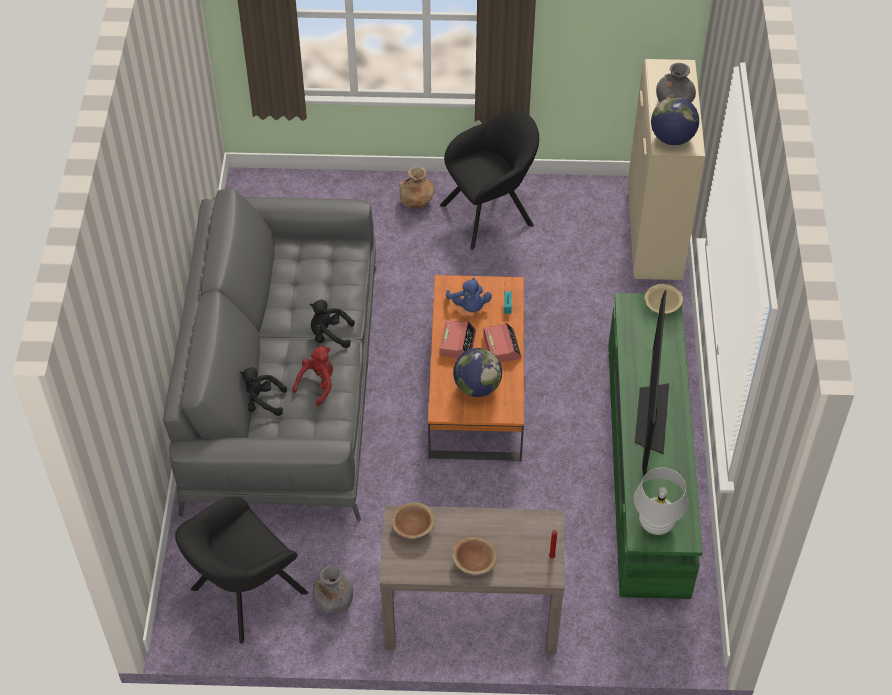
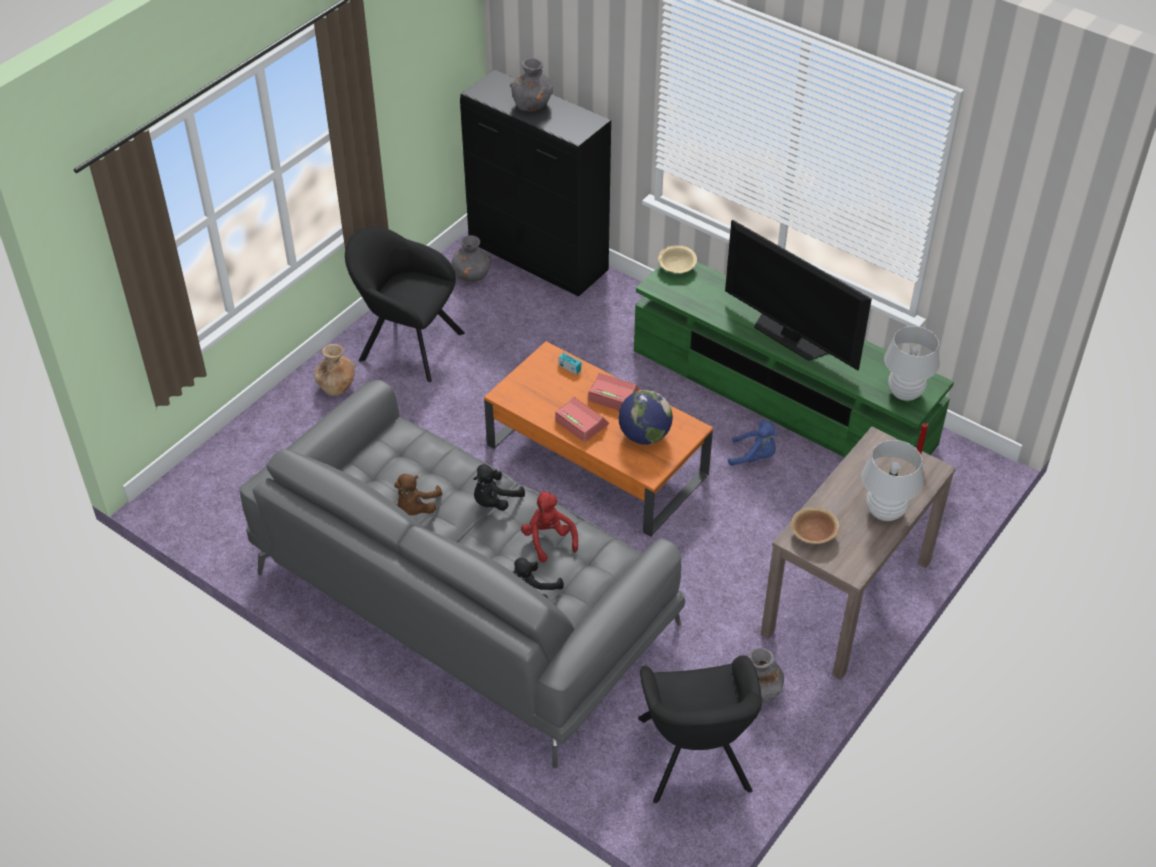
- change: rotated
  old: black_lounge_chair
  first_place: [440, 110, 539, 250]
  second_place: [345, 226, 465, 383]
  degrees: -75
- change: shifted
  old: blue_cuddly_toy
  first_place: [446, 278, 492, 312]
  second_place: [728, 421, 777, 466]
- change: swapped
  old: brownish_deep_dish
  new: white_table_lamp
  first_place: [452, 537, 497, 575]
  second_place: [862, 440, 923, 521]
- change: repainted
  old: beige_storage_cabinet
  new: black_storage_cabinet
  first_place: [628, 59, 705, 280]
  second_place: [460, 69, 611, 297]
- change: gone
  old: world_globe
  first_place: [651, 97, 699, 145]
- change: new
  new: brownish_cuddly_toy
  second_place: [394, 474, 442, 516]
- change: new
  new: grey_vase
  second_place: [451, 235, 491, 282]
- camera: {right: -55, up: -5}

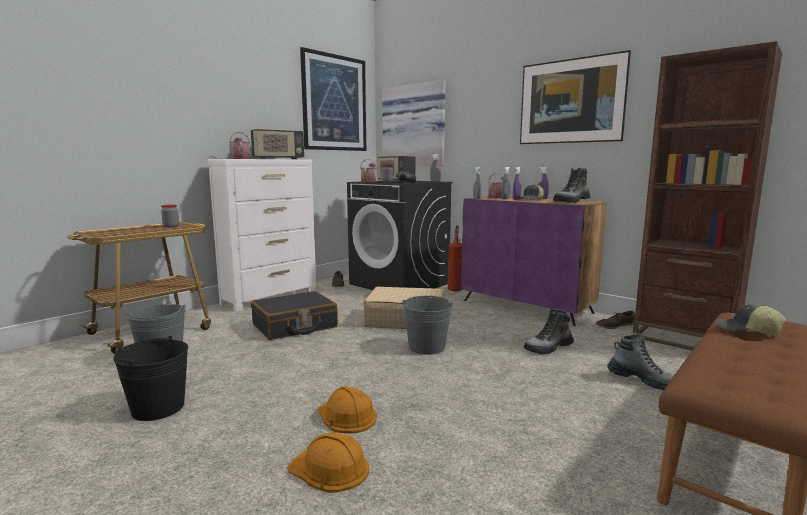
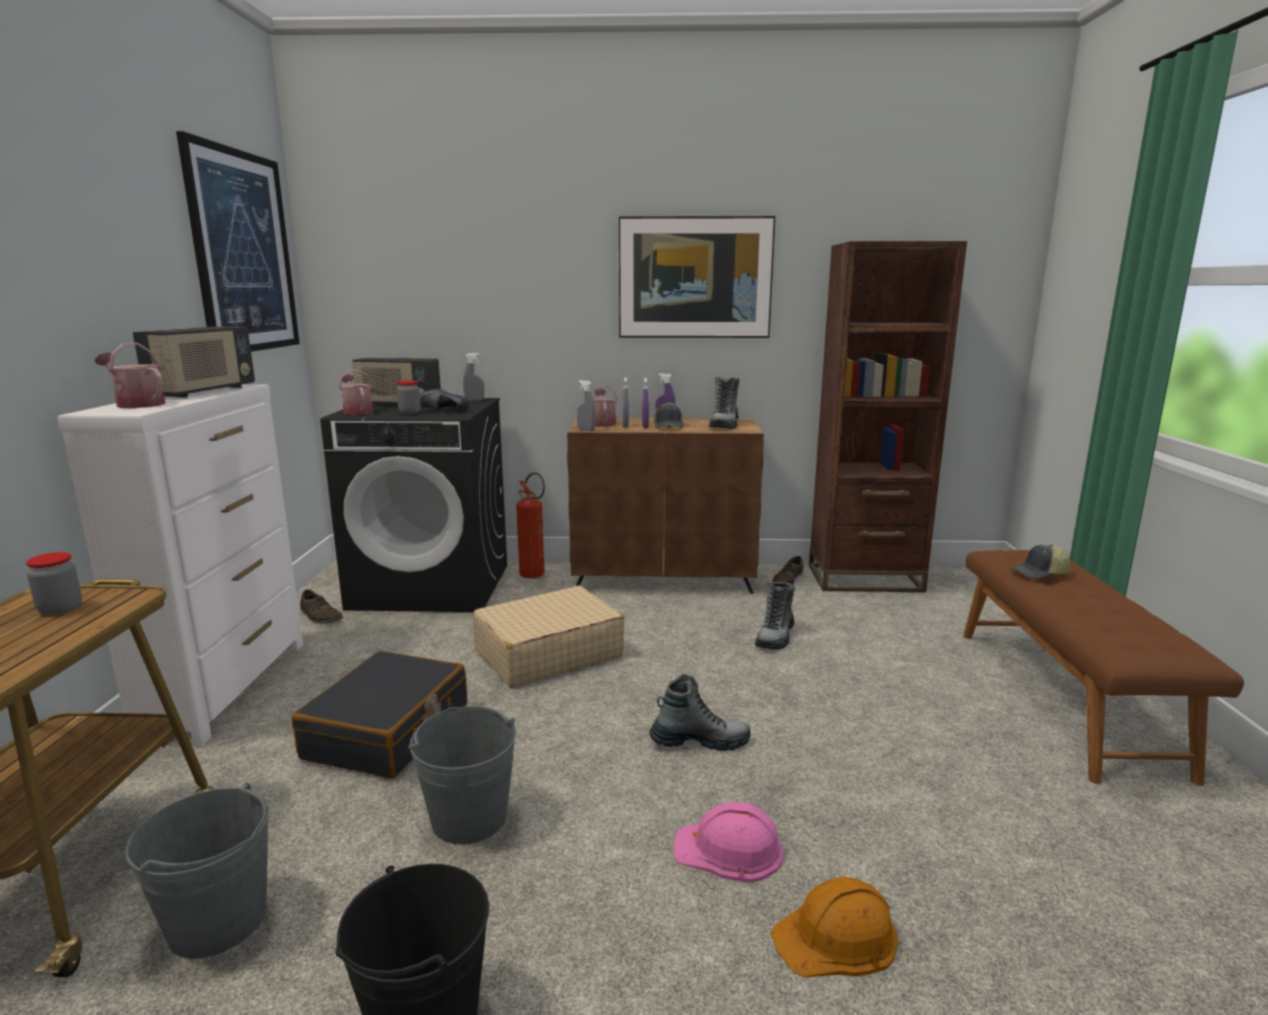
- change: repainted
  old: orange-coloured_safety_helmet
  new: pink-coloured_safety_helmet
  first_place: [317, 386, 377, 434]
  second_place: [673, 802, 784, 883]
- change: gone
  old: picture
  first_place: [382, 80, 445, 165]
- change: shifted
  old: grey_pail
  first_place: [402, 296, 453, 355]
  second_place: [408, 706, 516, 844]
- change: repainted
  old: purplish_storage_cabinet
  new: brownish_storage_cabinet
  first_place: [461, 196, 607, 326]
  second_place: [567, 418, 764, 594]
- change: shifted
  old: high-top_boot
  first_place: [607, 333, 674, 390]
  second_place: [649, 674, 751, 751]
- camera: {right: -40, up: 5}

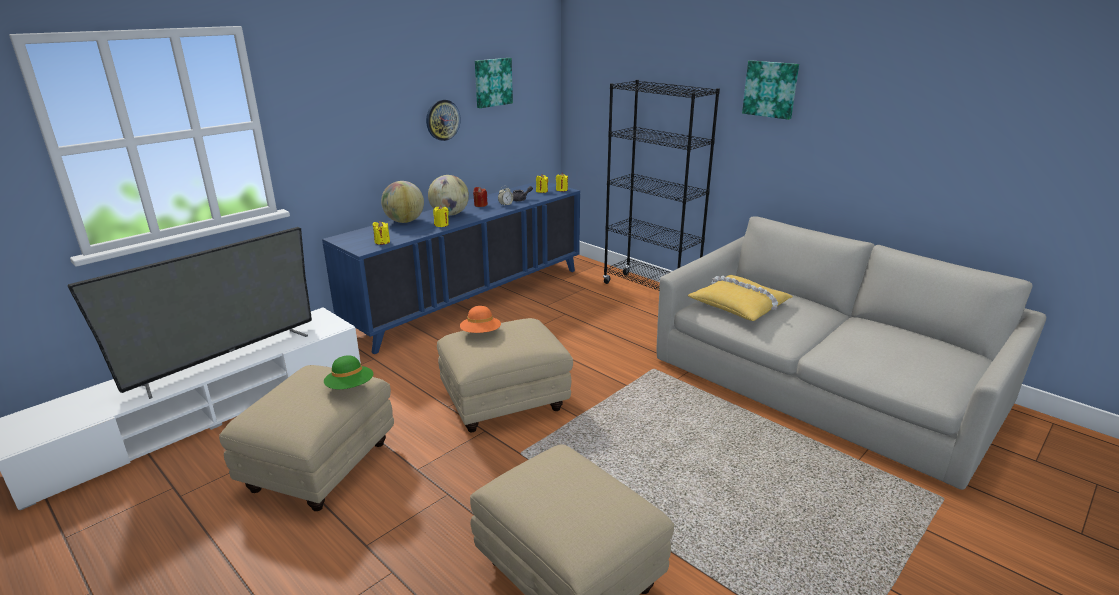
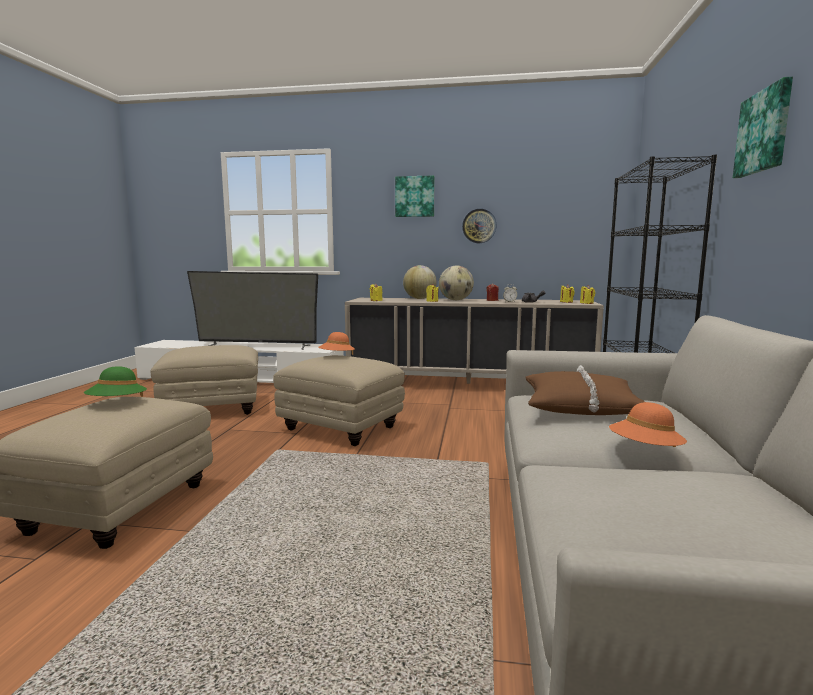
- change: repainted
  old: blue_storage_cabinet
  new: beige_storage_cabinet
  first_place: [322, 182, 580, 354]
  second_place: [345, 298, 604, 384]
- change: shifted
  old: green-coloured_wearable_hat
  first_place: [324, 355, 373, 389]
  second_place: [84, 366, 147, 397]
- change: shifted
  old: picture
  first_place: [475, 58, 513, 108]
  second_place: [395, 175, 434, 217]
- change: repainted
  old: yellowish_throw_pillow
  new: brownish_throw_pillow
  first_place: [688, 275, 793, 321]
  second_place: [525, 365, 645, 415]
- change: new
  new: orange-coloured_wearable_hat
  second_place: [609, 402, 687, 447]
- camera: {right: 55, up: -15}

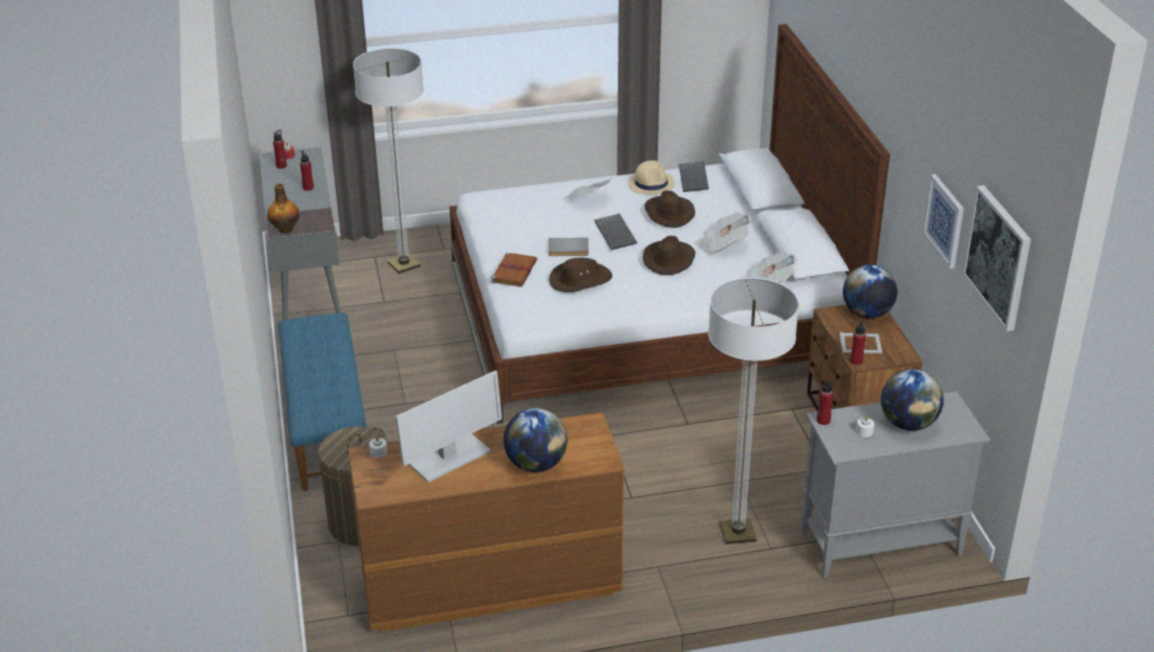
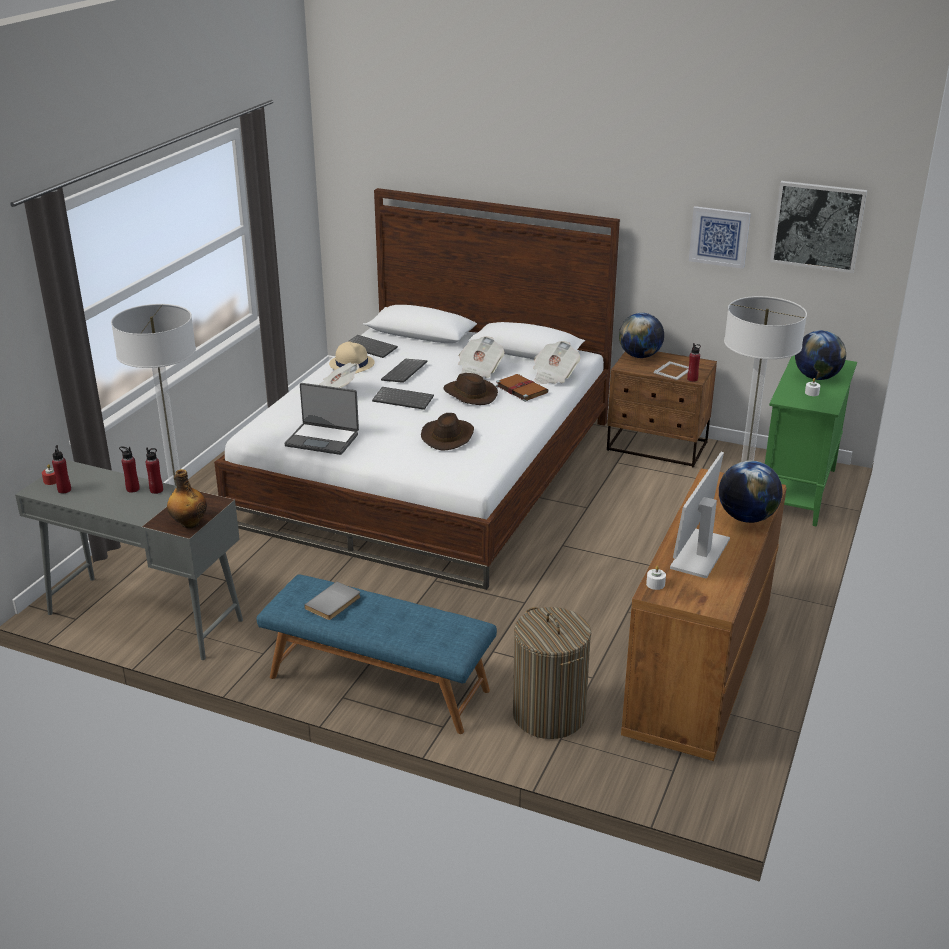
- change: rotated
  old: computer_screen
  first_place: [395, 370, 502, 483]
  second_place: [670, 452, 730, 579]
  degrees: -150
- change: shifted
  old: brownish_bound_book
  first_place: [491, 252, 537, 287]
  second_place: [496, 374, 549, 402]
- change: shifted
  old: grey_bound_book
  first_place: [548, 238, 588, 256]
  second_place: [304, 582, 360, 620]
- change: swapped
  old: brownish_wearable_hat
  new: keyboard
  first_place: [644, 191, 695, 228]
  second_place: [381, 359, 428, 383]
- change: repainted
  old: grey_storage_cabinet
  new: green-coloured_storage_cabinet
  first_place: [801, 391, 990, 578]
  second_place: [765, 355, 857, 527]
- change: shifted
  old: red_bottle
  first_place: [817, 378, 833, 425]
  second_place: [145, 448, 163, 494]
- change: new
  new: portable_computer
  second_place: [284, 383, 359, 455]
- camera: {right: -55, up: -5}

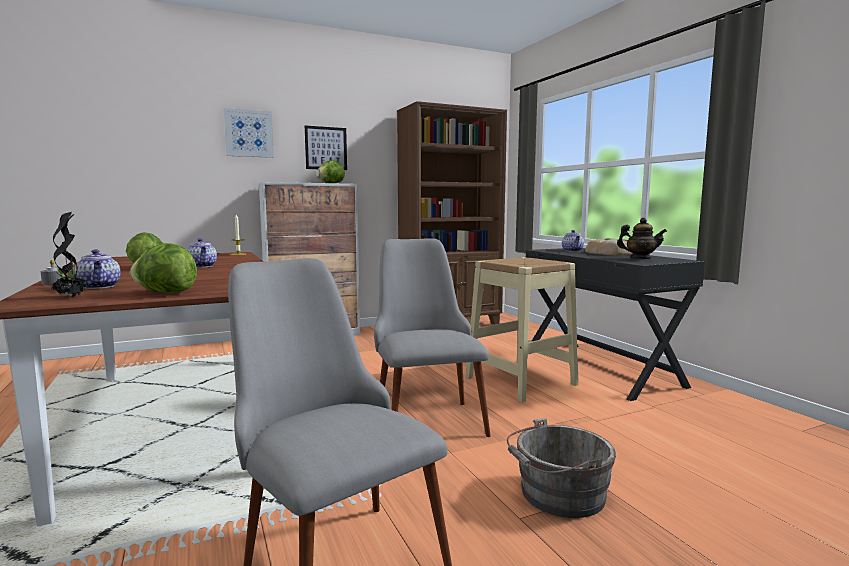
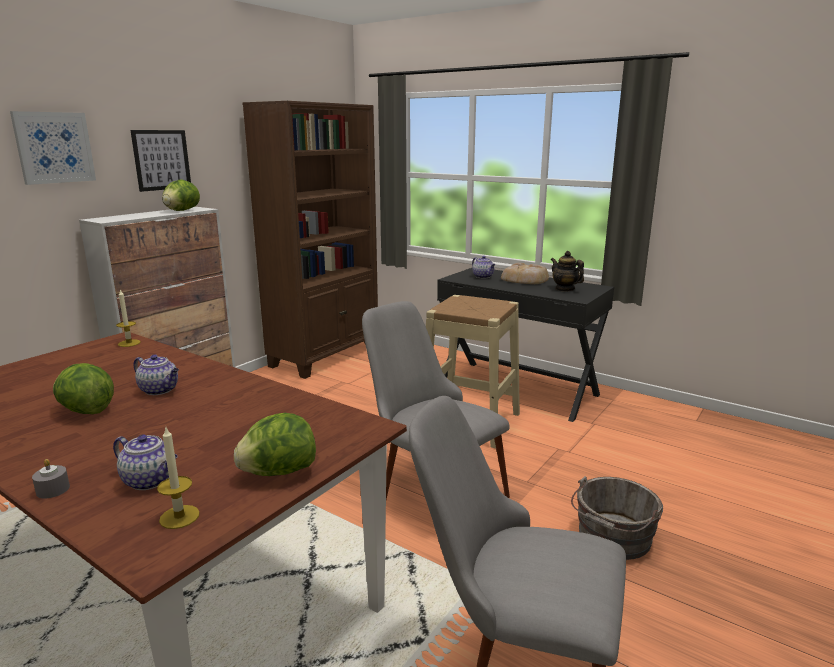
- change: swapped
  old: potted_plant
  new: wax_candle
  first_place: [52, 212, 86, 297]
  second_place: [157, 427, 200, 529]
- change: rotated
  old: pot_for_tea
  first_place: [617, 218, 667, 259]
  second_place: [551, 251, 584, 291]
  degrees: -120
- camera: {right: -30, up: 10}

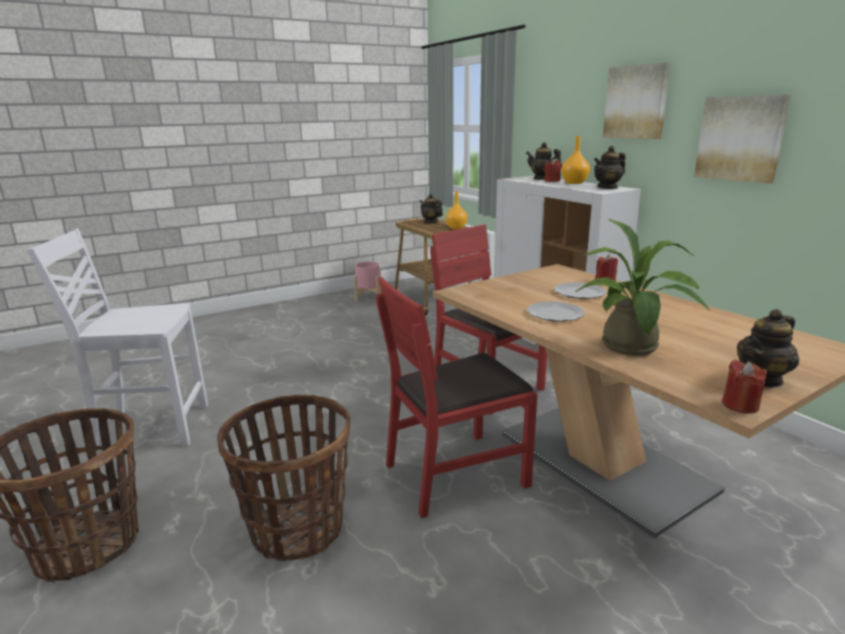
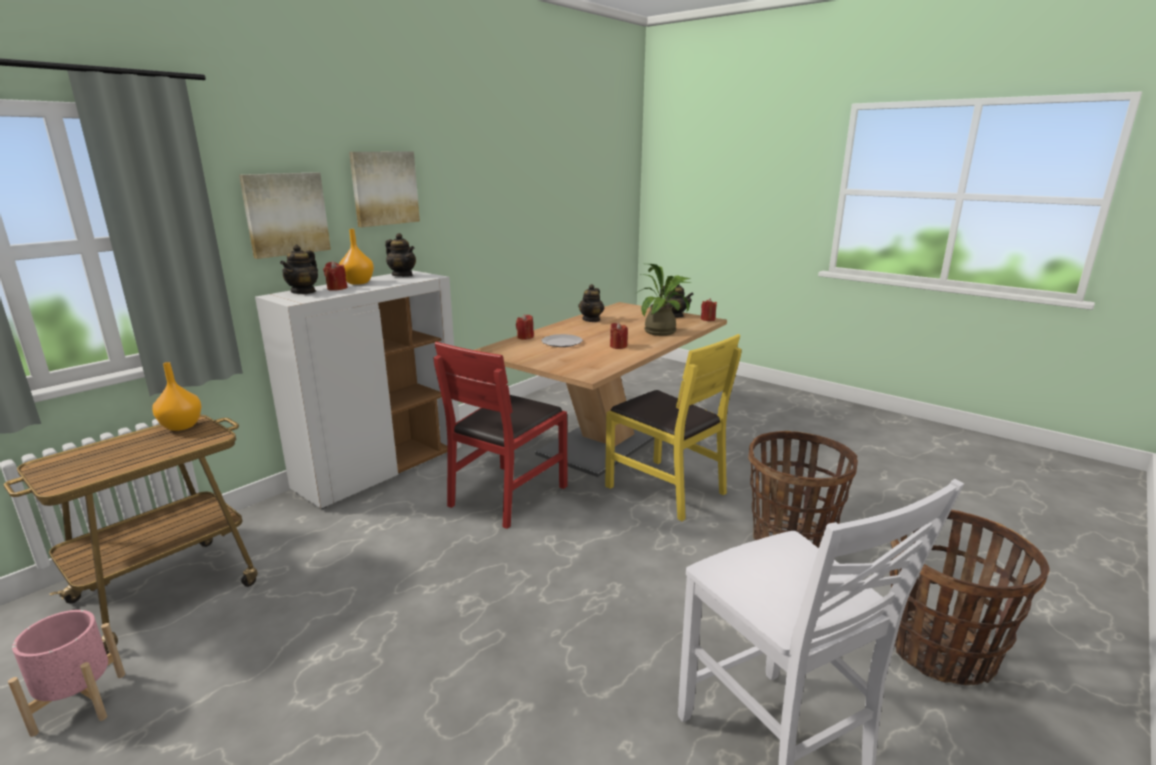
- change: repainted
  old: red_chair
  new: yellowish_chair
  first_place: [376, 277, 537, 518]
  second_place: [605, 334, 742, 521]
- change: shifted
  old: pot_for_tea
  first_place: [419, 194, 443, 223]
  second_place: [578, 284, 604, 322]
- change: swapped
  old: dinner_plate
  new: red_wax_candle
  first_place: [527, 301, 585, 322]
  second_place: [610, 323, 628, 349]
- change: shifted
  old: picture
  first_place: [694, 94, 791, 184]
  second_place: [239, 172, 331, 259]
- camera: {right: -110, up: 0}

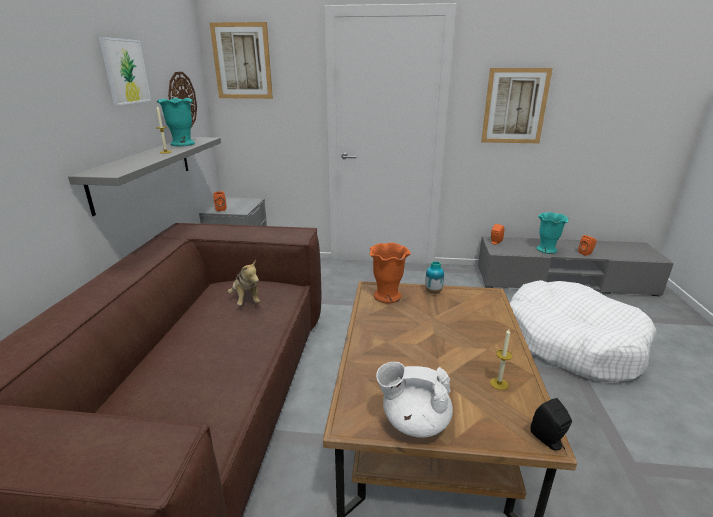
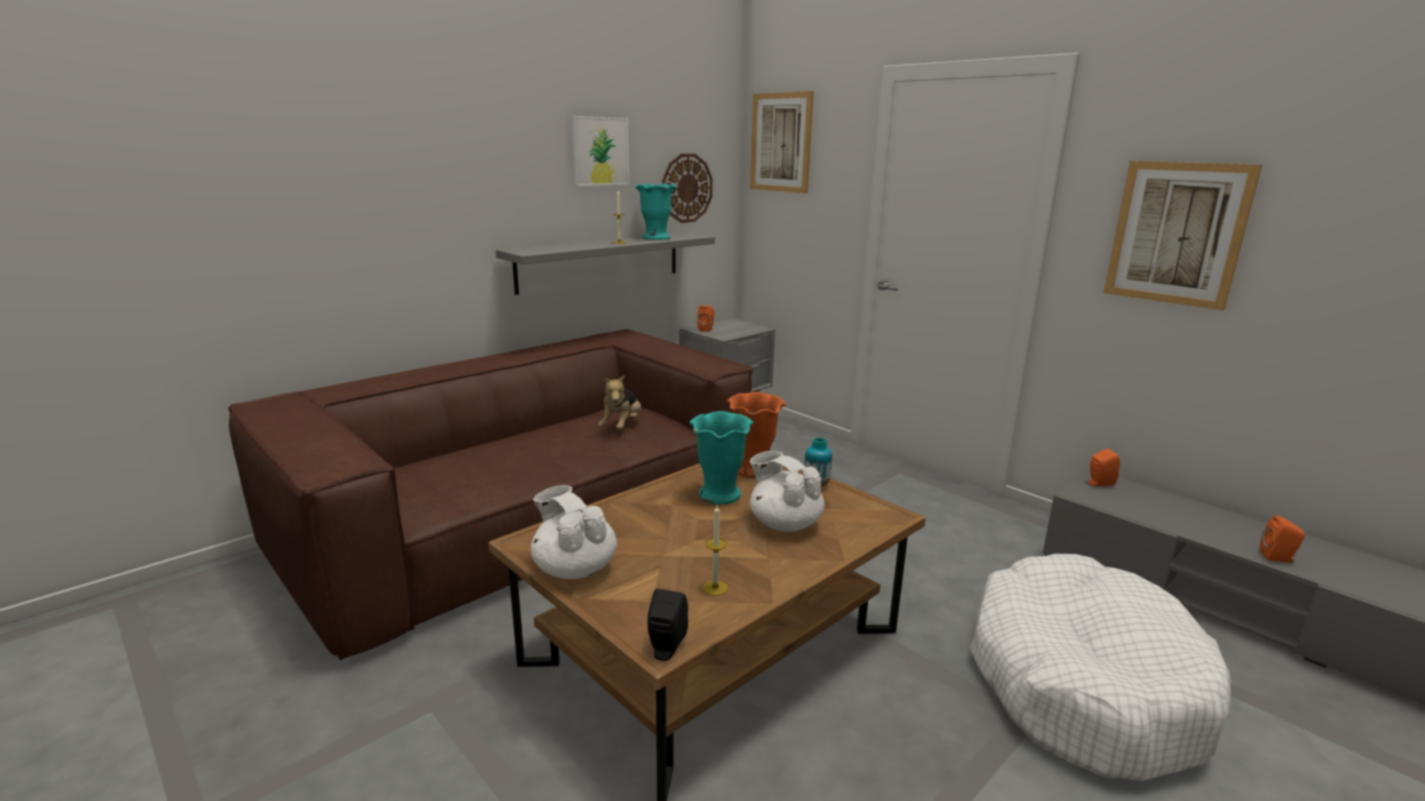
- change: shifted
  old: turquoise-coloured_vase
  first_place: [536, 212, 568, 254]
  second_place: [690, 411, 754, 504]
- change: new
  new: white_pot_for_tea
  second_place: [750, 451, 824, 532]
- camera: {right: 40, up: -5}

